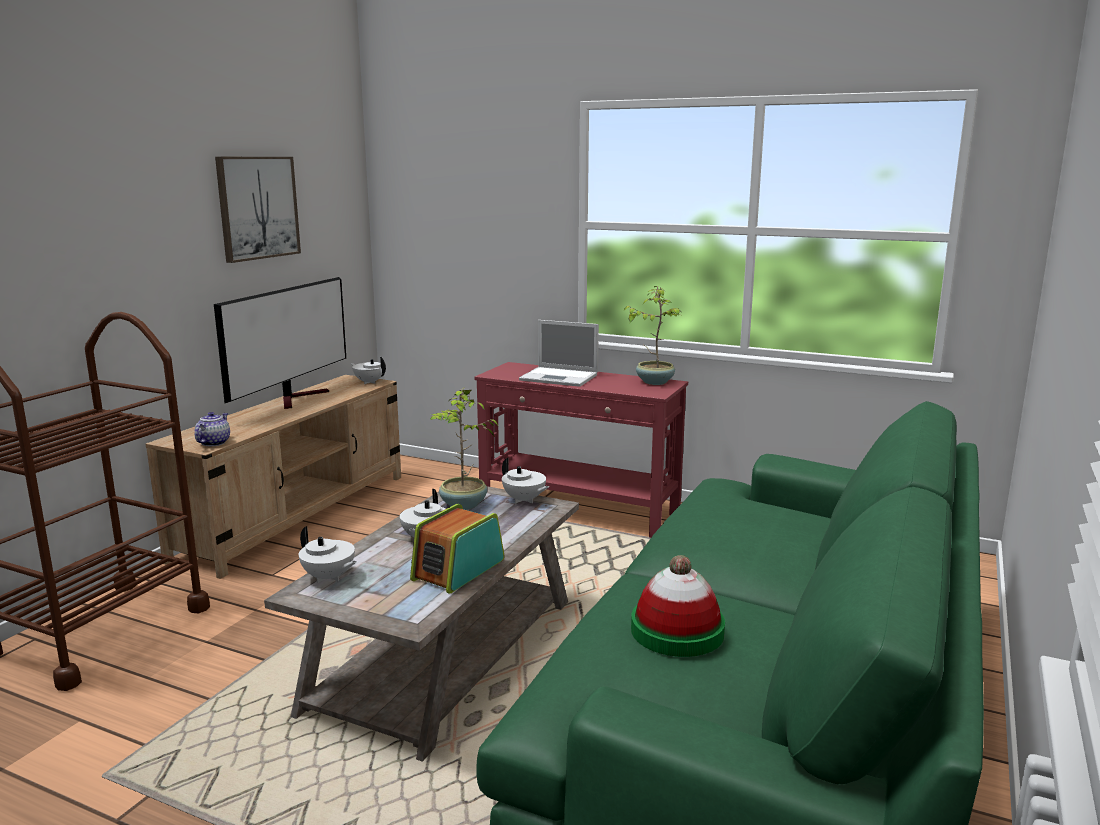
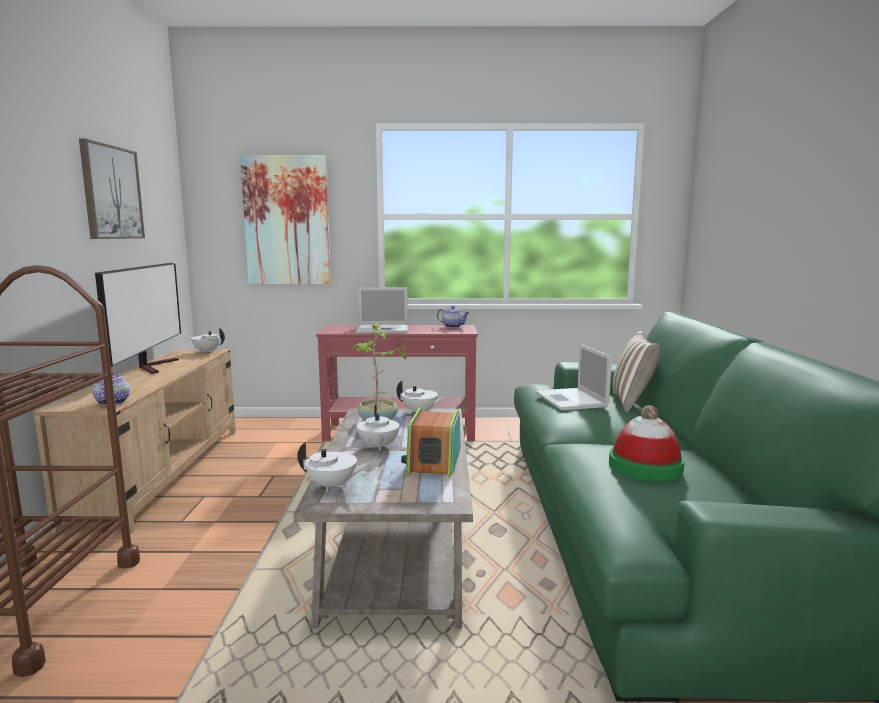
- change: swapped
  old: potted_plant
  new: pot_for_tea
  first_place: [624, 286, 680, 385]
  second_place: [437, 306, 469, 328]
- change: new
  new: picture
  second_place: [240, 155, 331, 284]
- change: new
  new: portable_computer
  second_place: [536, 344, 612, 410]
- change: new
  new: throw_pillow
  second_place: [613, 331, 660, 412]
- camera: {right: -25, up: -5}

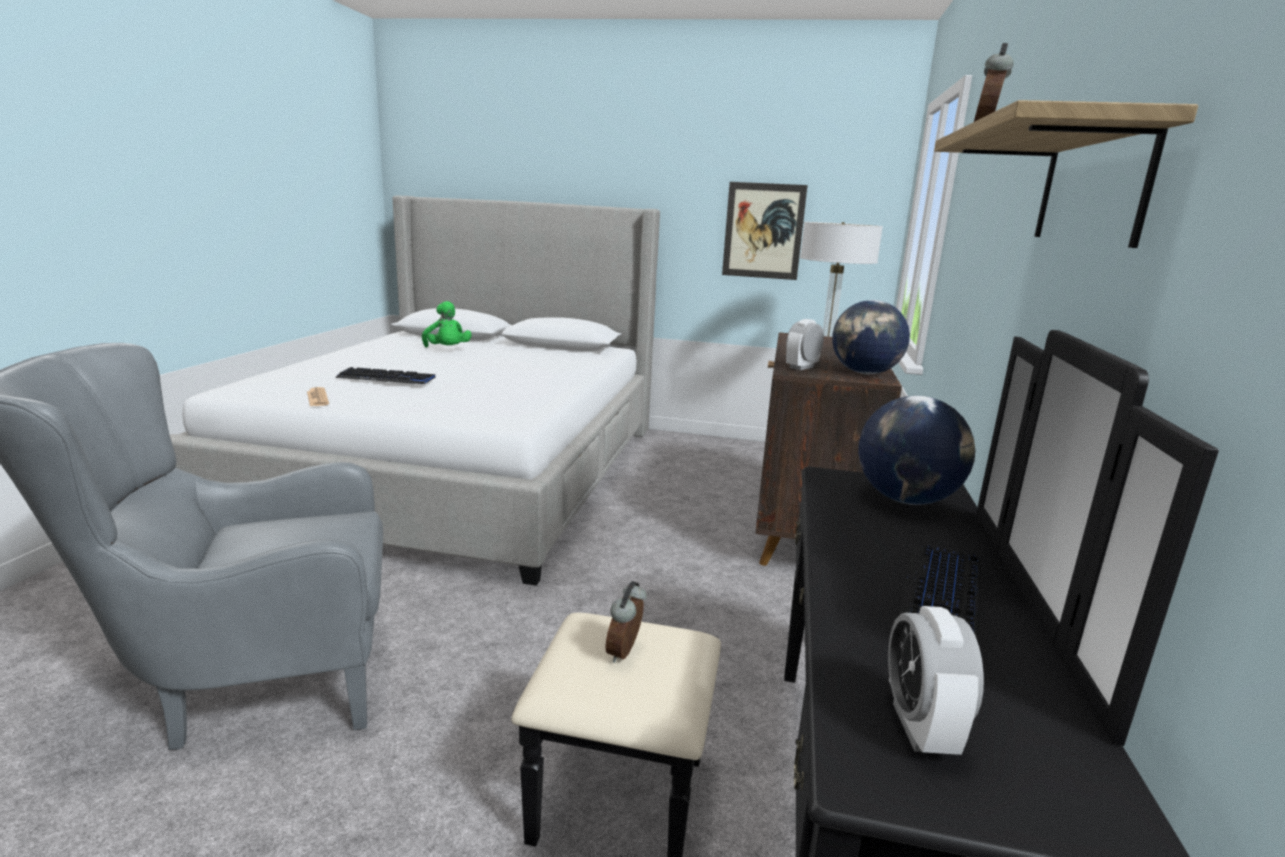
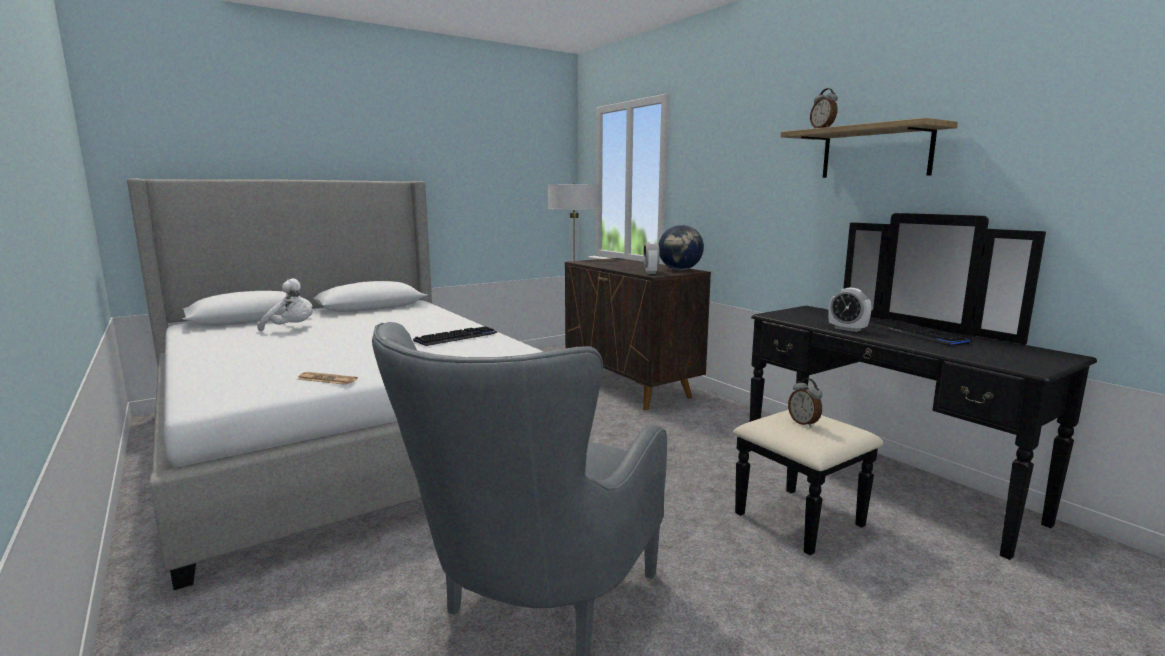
- change: shifted
  old: keyboard
  first_place: [335, 367, 435, 384]
  second_place: [413, 326, 498, 346]
- change: repainted
  old: green-coloured_cuddly_toy
  new: white_cuddly_toy
  first_place: [422, 301, 472, 347]
  second_place: [257, 278, 313, 331]
- change: gone
  old: picture
  first_place: [722, 182, 808, 280]
- change: gone
  old: world_globe
  first_place: [858, 396, 975, 505]
- change: shifted
  old: alarm_clock
  first_place: [888, 606, 984, 755]
  second_place: [828, 288, 872, 332]
- camera: {right: -45, up: -5}

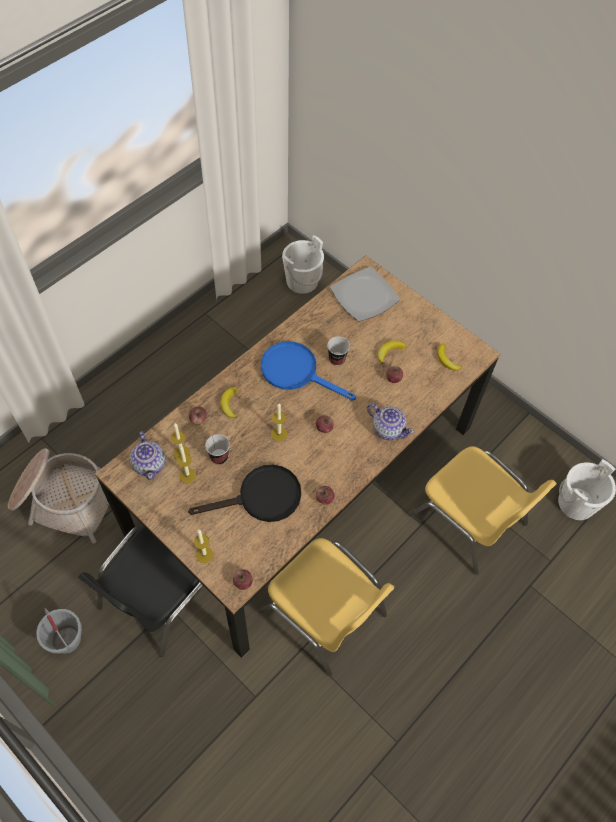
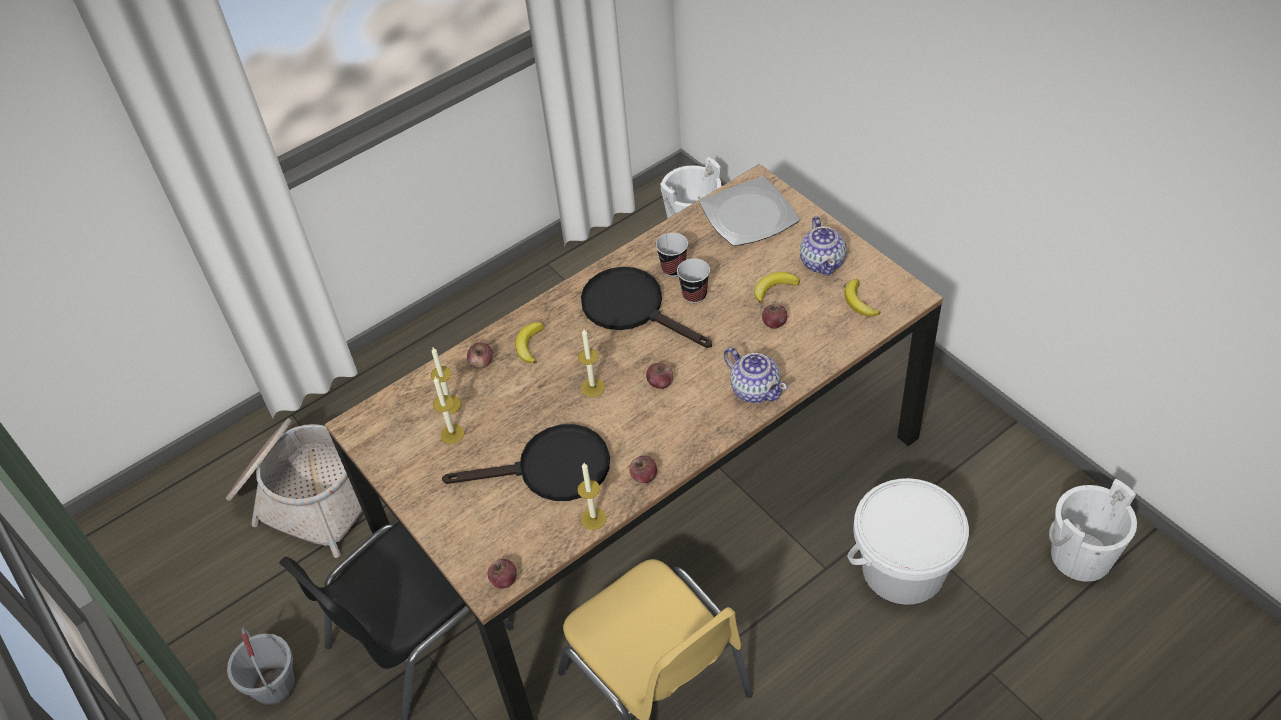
- change: shifted
  old: pot_for_tea
  first_place: [130, 431, 165, 480]
  second_place: [800, 216, 846, 276]
- change: shifted
  old: wax_candle
  first_place: [194, 530, 213, 563]
  second_place: [577, 463, 607, 530]
- change: shifted
  old: small_cup
  first_place: [205, 434, 230, 465]
  second_place: [656, 233, 688, 277]
- change: repainted
  old: blue_frying_pan
  new: black_frying_pan
  first_place: [261, 341, 356, 400]
  second_place: [581, 267, 712, 348]
- change: swapped
  old: yellowish_chair
  new: white_pail
  first_place: [408, 446, 557, 575]
  second_place: [848, 478, 969, 605]
- camera: {right: 15, up: -10}

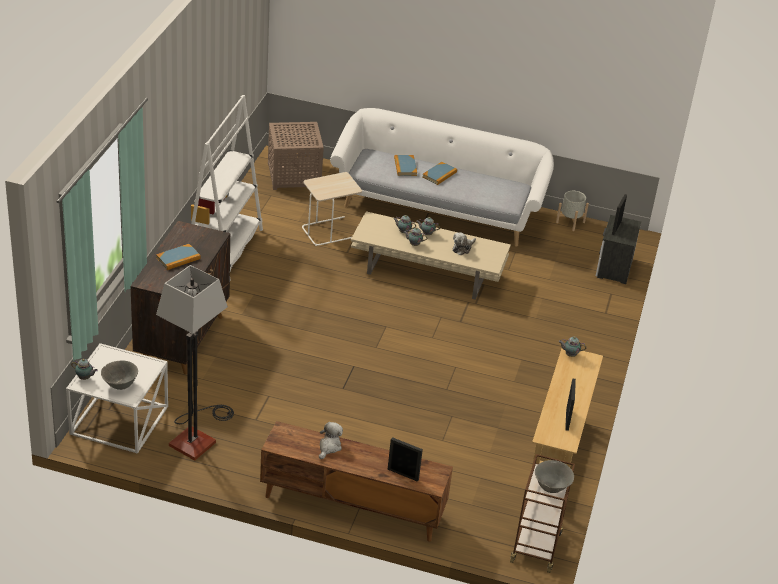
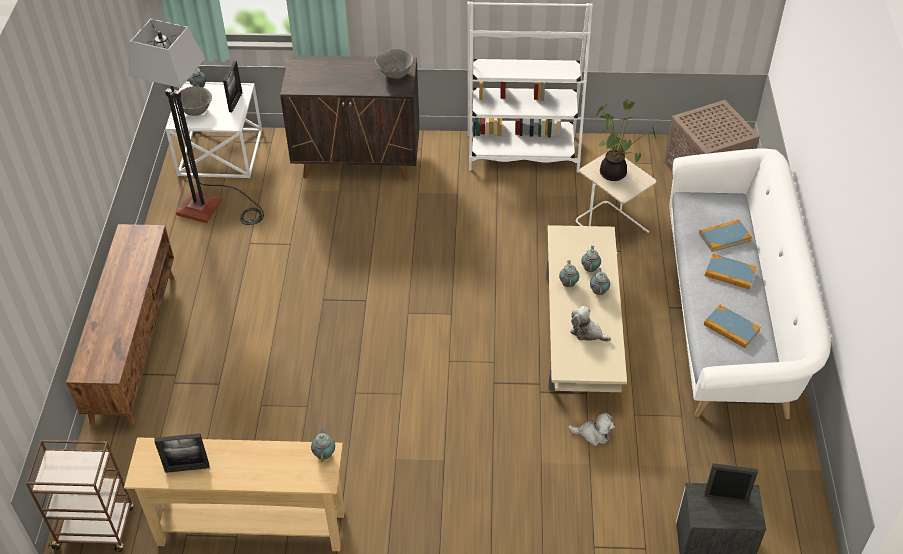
- change: shifted
  old: bound_book
  first_place: [156, 244, 201, 270]
  second_place: [704, 305, 761, 348]
- change: shifted
  old: cuddly_toy
  first_place: [319, 422, 343, 459]
  second_place: [568, 412, 615, 446]
- change: shifted
  old: photo_frame
  first_place: [387, 437, 423, 482]
  second_place: [223, 61, 242, 112]
- change: shifted
  old: grey_deep_dish
  first_place: [535, 460, 574, 493]
  second_place: [375, 49, 413, 79]
- change: gone
  old: grey_flower_pot
  first_place: [556, 191, 589, 231]
- change: new
  new: potted_plant
  second_place: [596, 99, 656, 181]
- camera: {right: 80, up: 10}

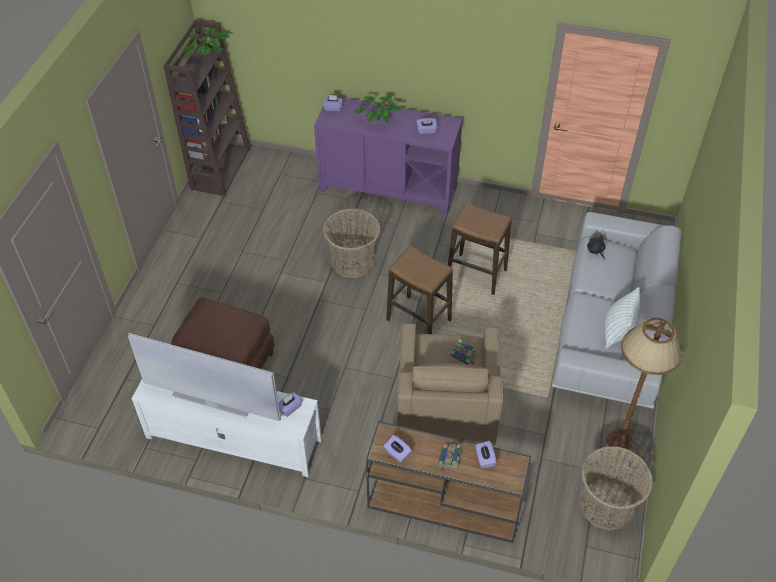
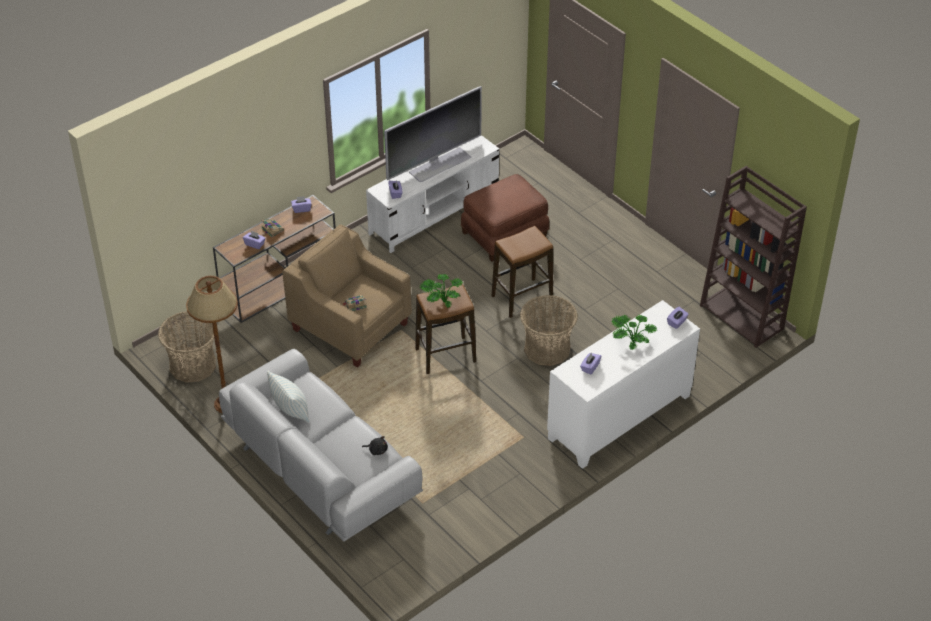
- change: shifted
  old: potted_plant
  first_place: [185, 28, 229, 56]
  second_place: [419, 274, 463, 308]
- change: repainted
  old: purplish_storage_cabinet
  new: white_storage_cabinet
  first_place: [314, 95, 463, 215]
  second_place: [547, 300, 700, 469]
- change: shifted
  old: stool
  first_place: [448, 203, 512, 295]
  second_place: [492, 226, 553, 318]
- camera: {right: 125, up: -5}

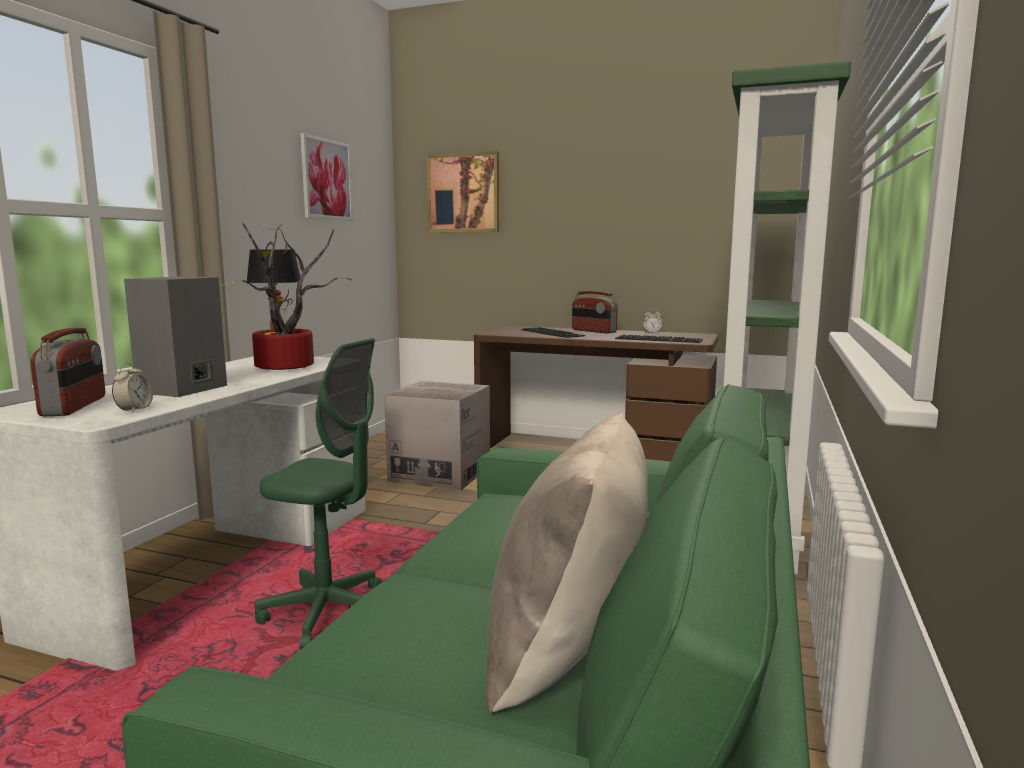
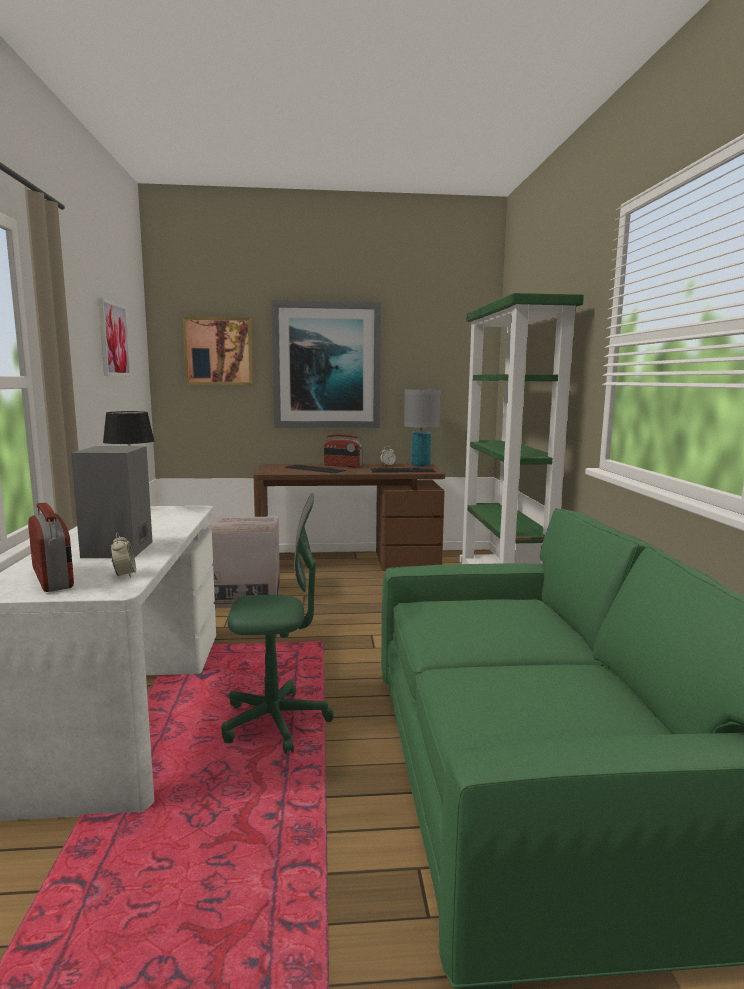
- change: gone
  old: potted_plant
  first_place: [219, 223, 352, 370]
- change: gone
  old: beige_throw_pillow
  first_place: [485, 412, 649, 714]
- change: new
  new: picture
  second_place: [271, 300, 381, 428]
- change: new
  new: grey_table_lamp
  second_place: [404, 389, 441, 467]
- camera: {right: -25, up: 0}

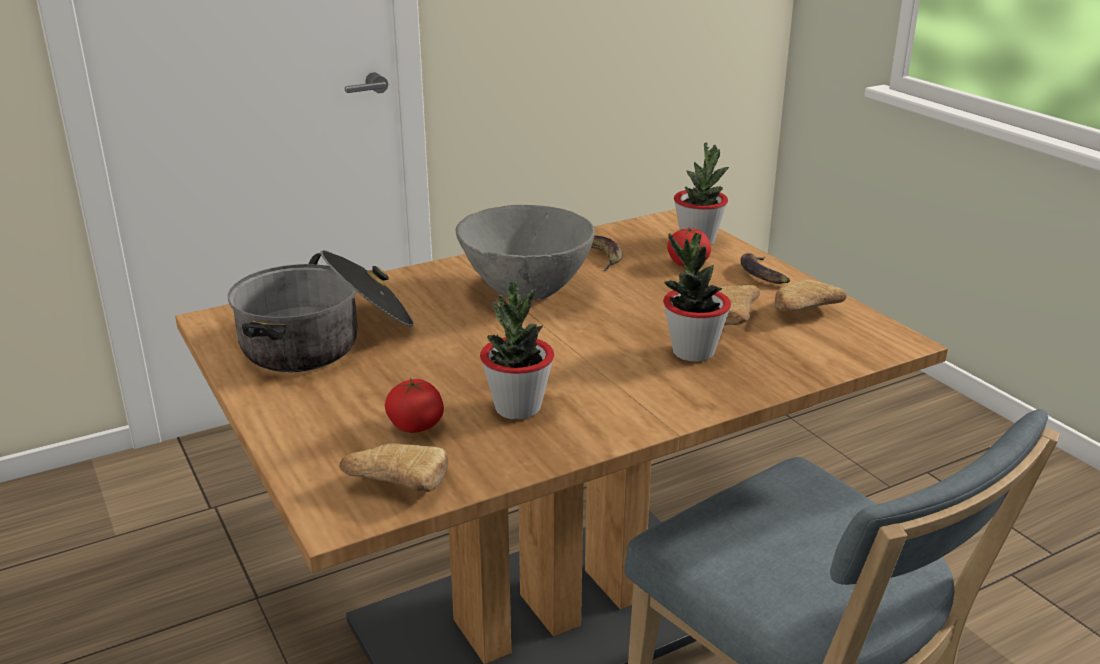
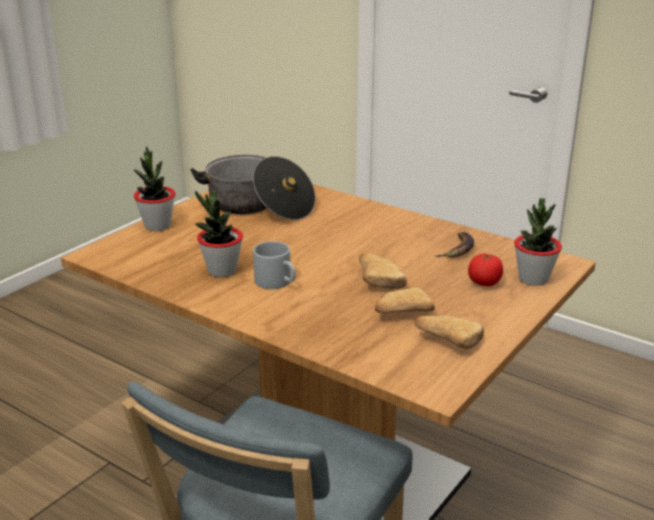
- change: shifted
  old: bread
  first_place: [339, 443, 448, 492]
  second_place: [359, 252, 407, 289]
- change: gone
  old: fresh_tomato
  first_place: [385, 378, 444, 433]
- change: gone
  old: grey_deep_dish
  first_place: [456, 205, 595, 301]
- change: shifted
  old: potted_plant
  first_place: [663, 233, 731, 362]
  second_place: [133, 146, 175, 231]
- change: gone
  old: banana
  first_place: [740, 253, 790, 284]
- change: new
  new: grey_tea_mug
  second_place: [253, 241, 296, 289]
- camera: {right: 65, up: 0}

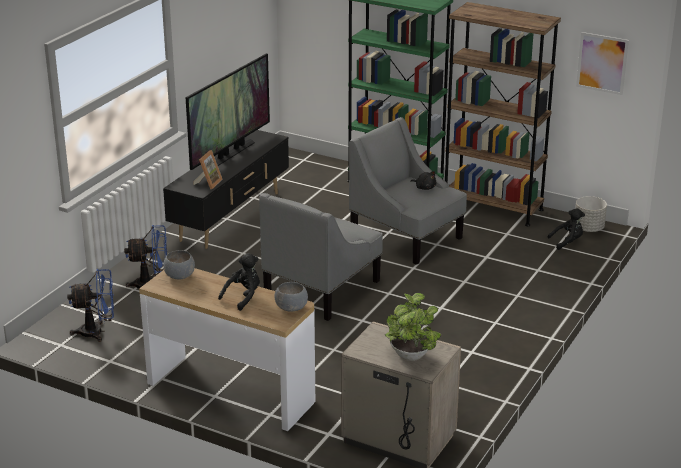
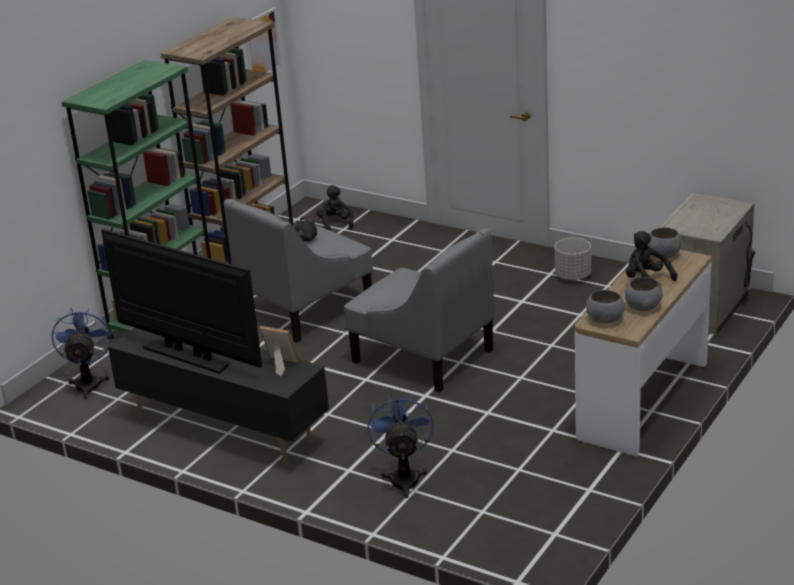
- change: shifted
  old: blue_electric_fan
  first_place: [67, 269, 114, 342]
  second_place: [52, 308, 112, 399]
- change: gone
  old: potted_plant
  first_place: [385, 293, 441, 361]
- change: shifted
  old: grey_flower_pot
  first_place: [575, 196, 607, 232]
  second_place: [555, 238, 591, 280]
- change: new
  new: grey_deep_dish
  second_place: [625, 277, 663, 311]
- camera: {right: -85, up: 0}

